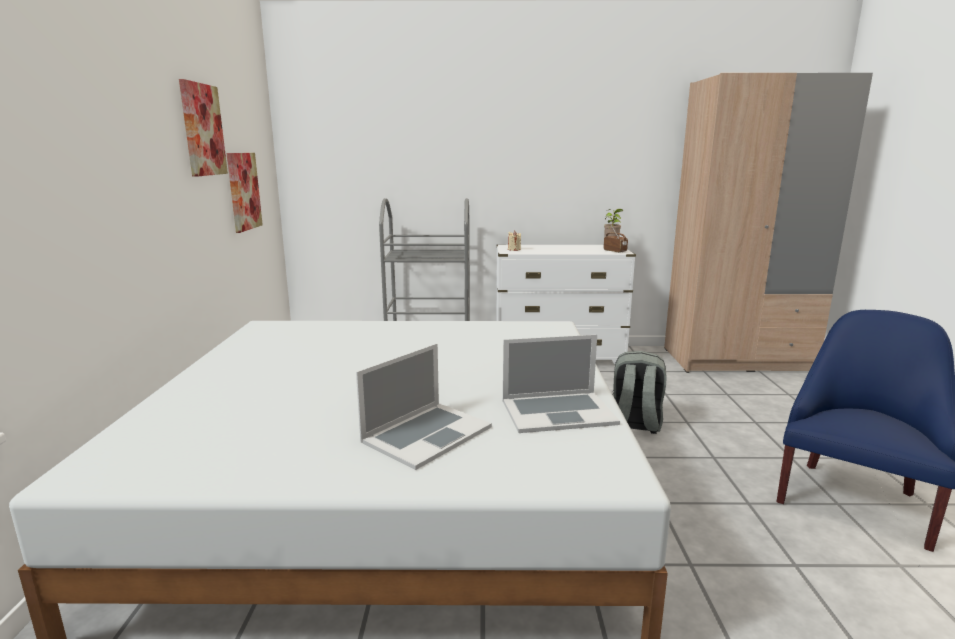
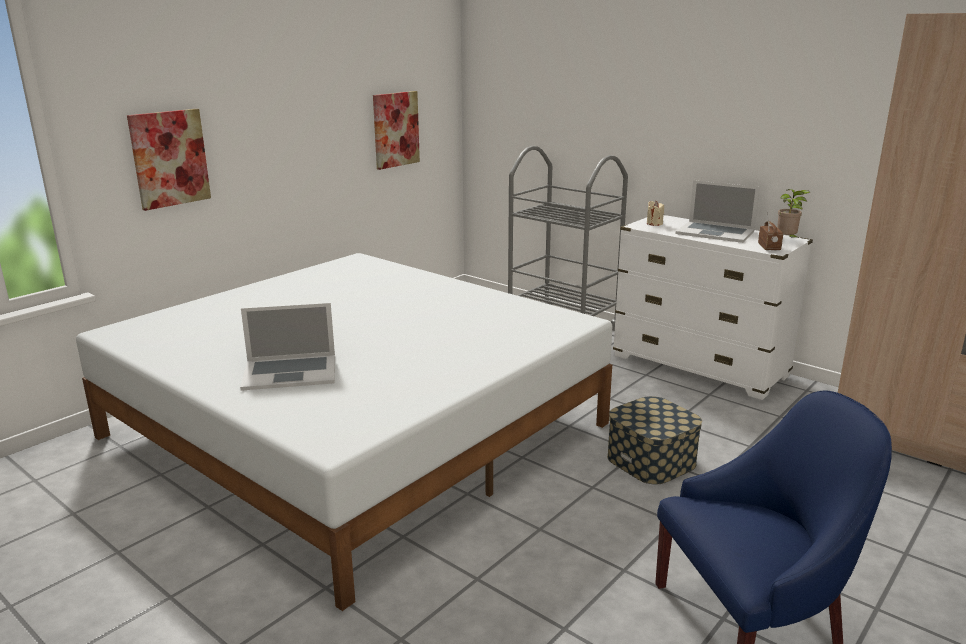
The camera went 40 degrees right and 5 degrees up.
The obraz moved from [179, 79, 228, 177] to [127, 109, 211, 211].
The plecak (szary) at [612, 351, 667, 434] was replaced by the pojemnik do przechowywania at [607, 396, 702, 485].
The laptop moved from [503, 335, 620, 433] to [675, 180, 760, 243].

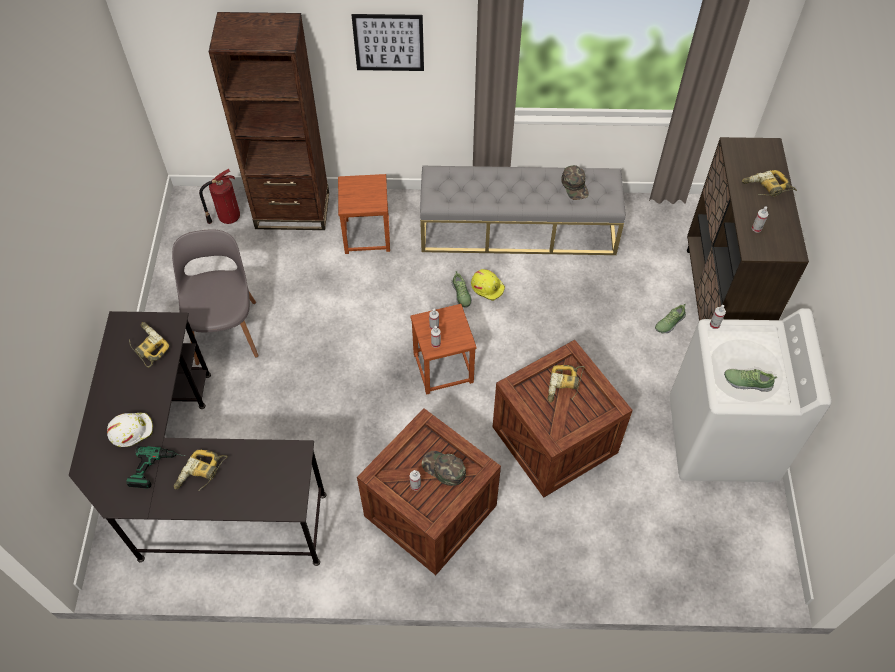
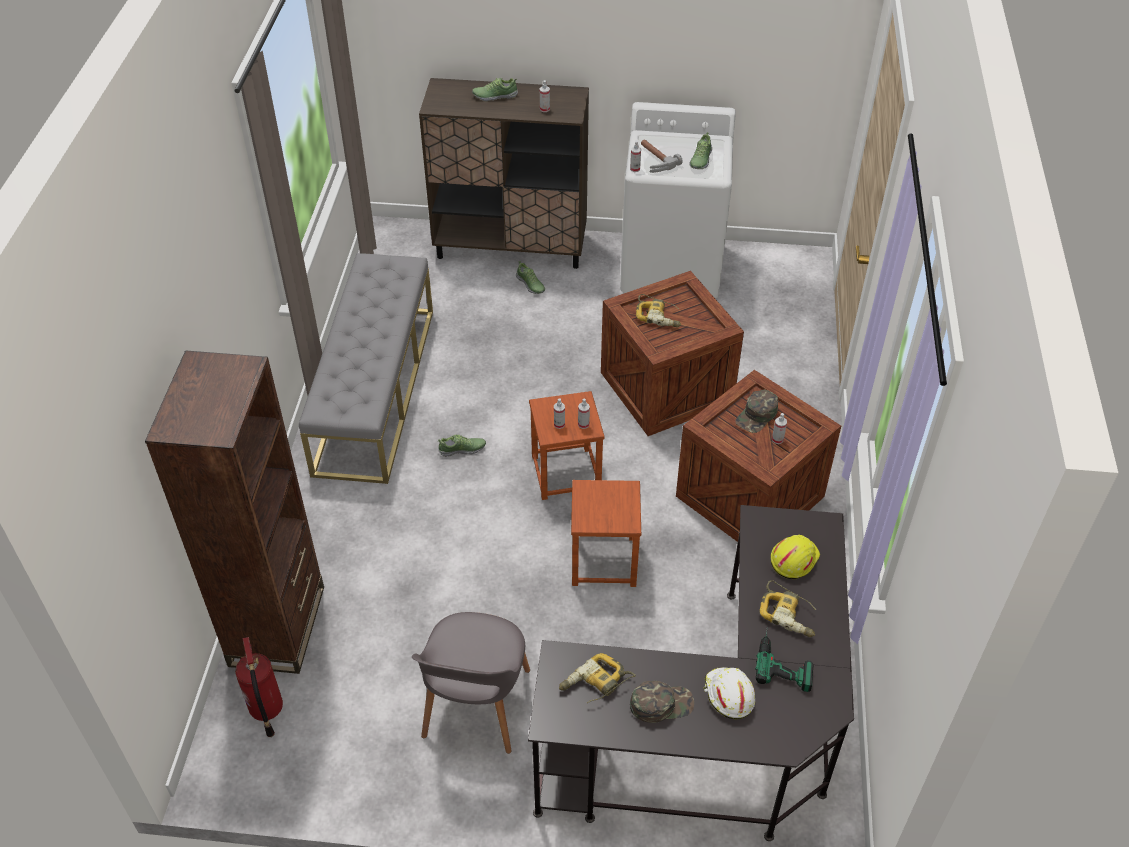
The camera went 85 degrees left and 10 degrees down.
The krzesło (szary) at [172, 229, 259, 365] turned 75 degrees counterclockwise.
The wiertarka at [742, 170, 797, 197] was replaced by the but at [472, 78, 518, 101].
The stołek (brązowy) moved from [338, 174, 390, 254] to [571, 480, 641, 587].
The czapka z daszkiem (zielony) moved from [561, 165, 589, 200] to [630, 681, 694, 723].
The młotek at [641, 139, 683, 173] appeared.
The kask (żółty) moved from [471, 269, 505, 301] to [771, 535, 820, 579].
The obraz at [352, 14, 424, 71] disappeared.

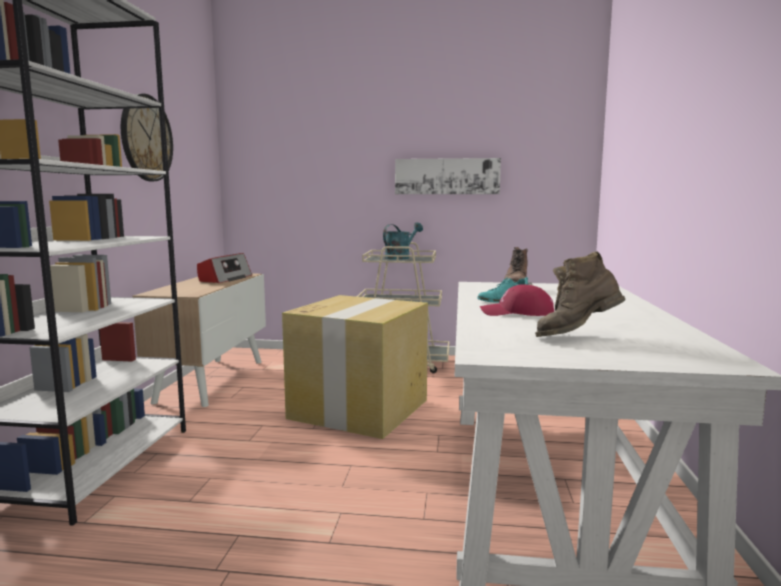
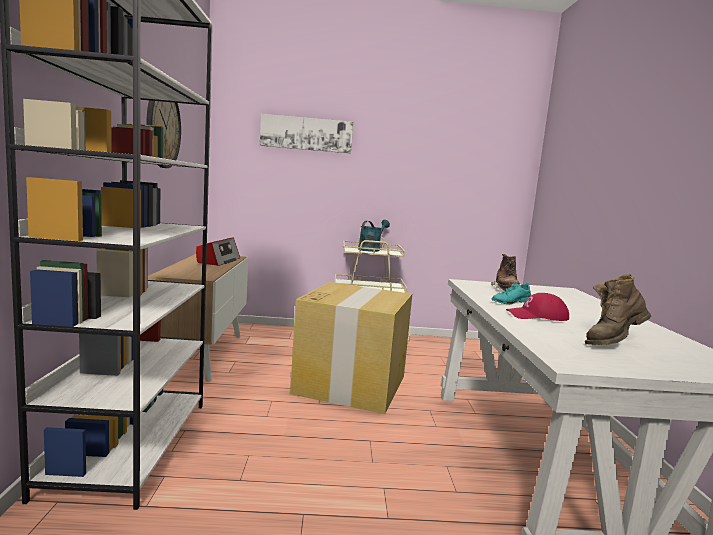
The camera went 10 degrees left and 0 degrees up.
The obraz moved from [395, 158, 501, 194] to [260, 114, 353, 153].

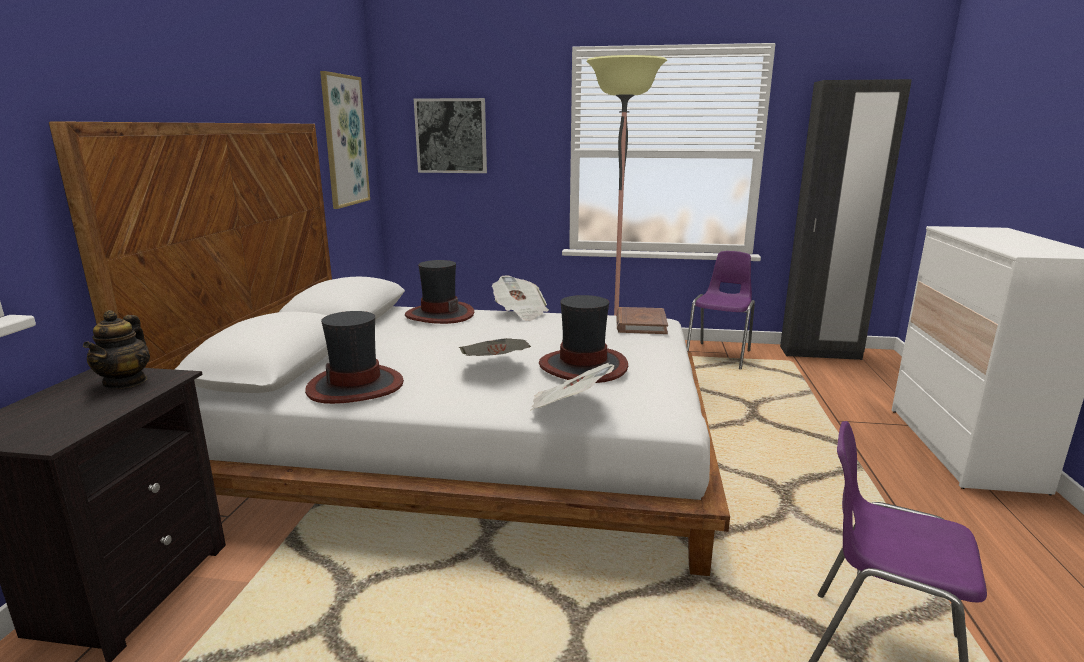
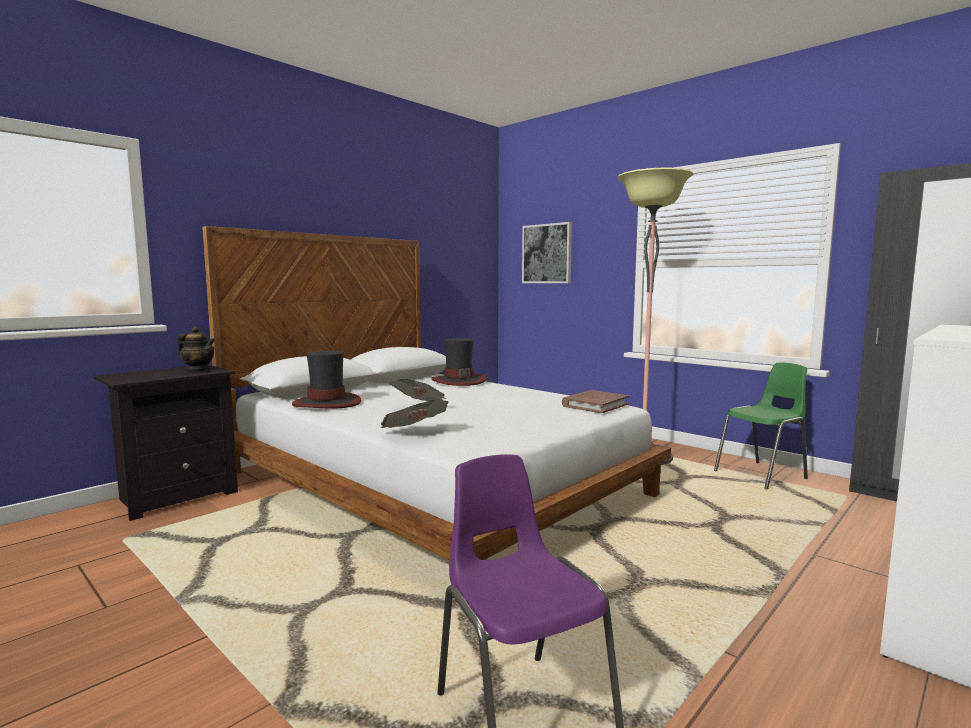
The camera went 35 degrees right and 10 degrees down.
The imbryk at [83, 310, 150, 389] turned 105 degrees counterclockwise.
The krzesło (fioletowy) at [686, 251, 755, 369] became the krzesło (zielony) at [714, 363, 808, 489].
The obraz at [320, 71, 370, 209] disappeared.
The gazeta at [492, 275, 549, 321] disappeared.
The kapelusz at [539, 295, 628, 383] disappeared.

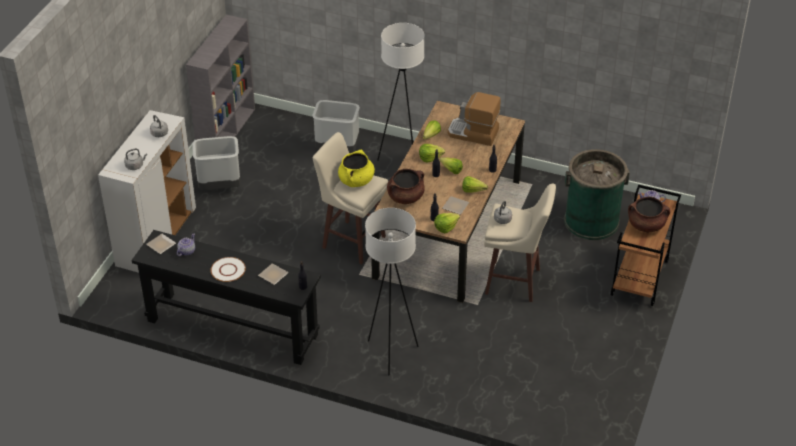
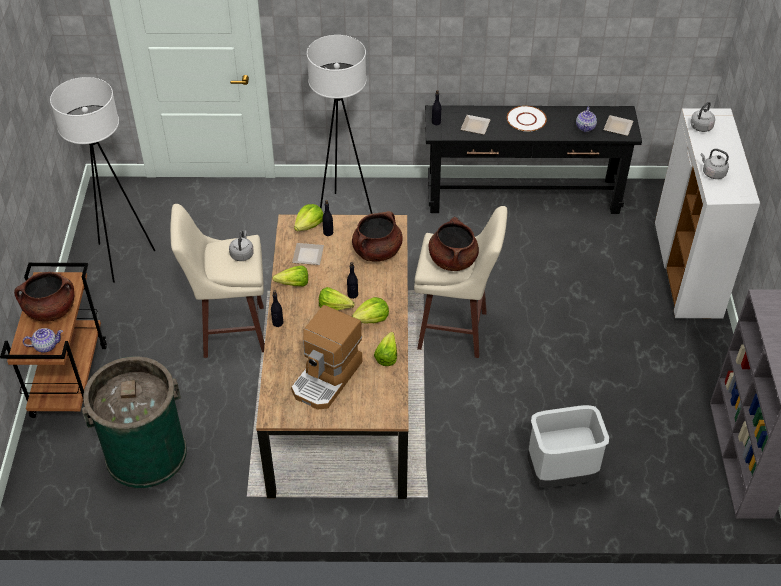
The camera went 160 degrees right and 5 degrees up.
The lampa stojąca (biały) moved from [377, 23, 425, 161] to [50, 77, 155, 283].
The ekspres do kawy at [448, 92, 501, 146] turned 120 degrees clockwise.
The garnek (żółty) at [338, 150, 375, 187] became the garnek (brązowy) at [429, 217, 479, 271].
The kosz na śmieci (szary) at [192, 136, 241, 190] disappeared.

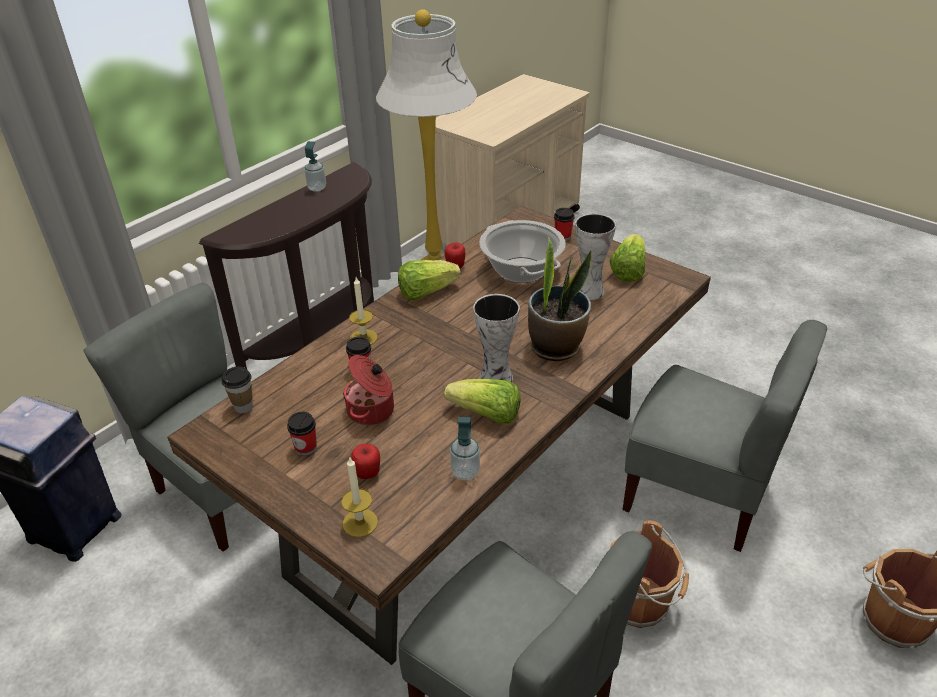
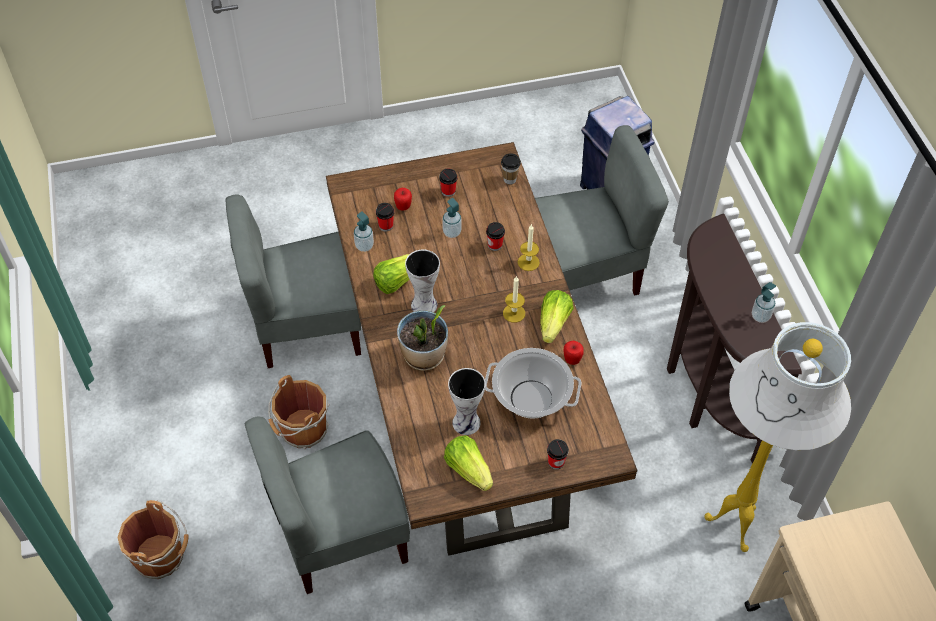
The camera went 125 degrees right and 15 degrees up.
The filiżanka at [376, 203, 394, 231] appeared.
The garnek at [343, 355, 394, 425] was replaced by the dozownik mydła at [442, 198, 462, 238].
The świeca moved from [341, 458, 378, 537] to [503, 276, 525, 323].

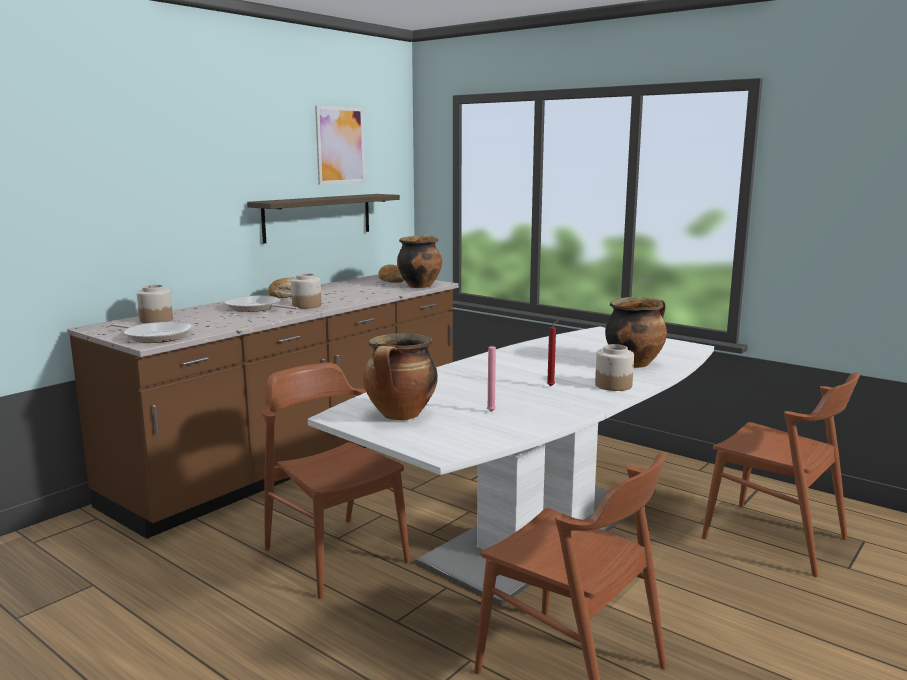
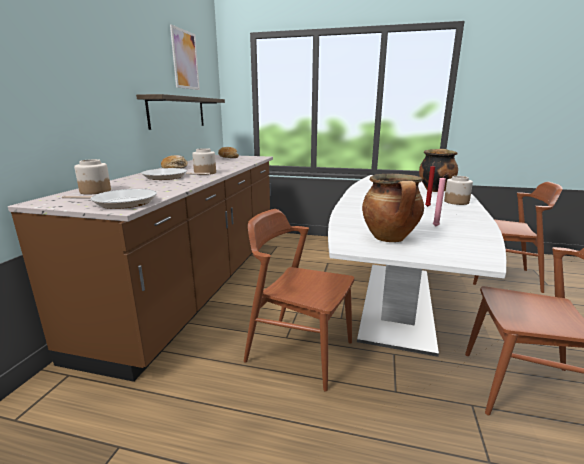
The camera went 25 degrees left and 5 degrees up.
The garnek at [397, 235, 442, 288] disappeared.

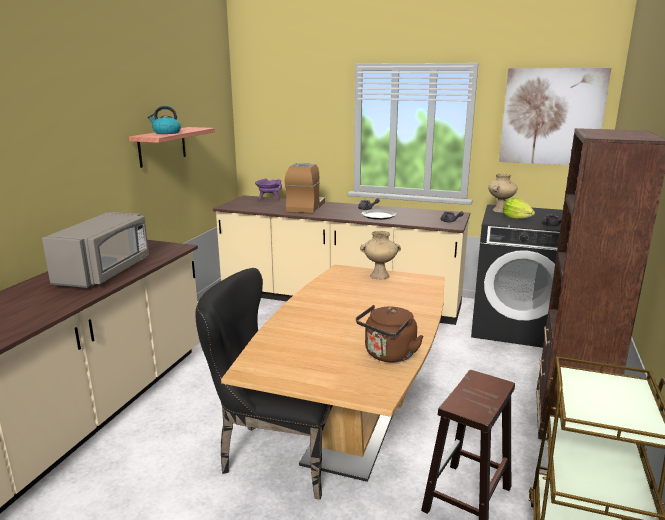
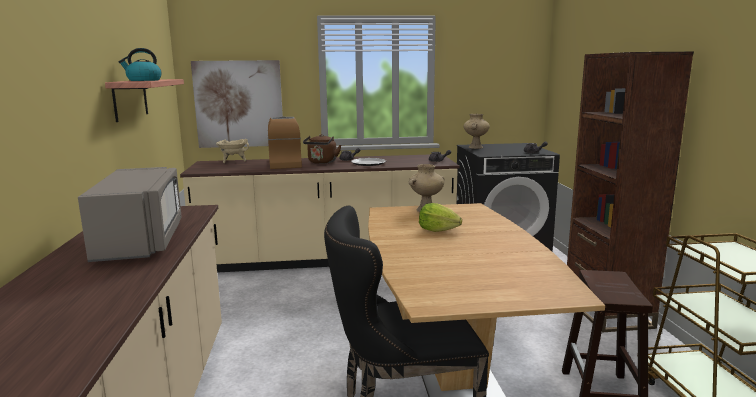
The camera went 25 degrees left and 5 degrees down.
The obraz moved from [499, 68, 611, 165] to [191, 60, 283, 148].
The garnek (fioletowy) at [255, 178, 282, 200] became the garnek (beżowy) at [216, 139, 249, 163].
The czajnik (brązowy) moved from [356, 305, 423, 362] to [303, 134, 341, 164].
The sałata moved from [503, 198, 535, 219] to [419, 203, 462, 232].

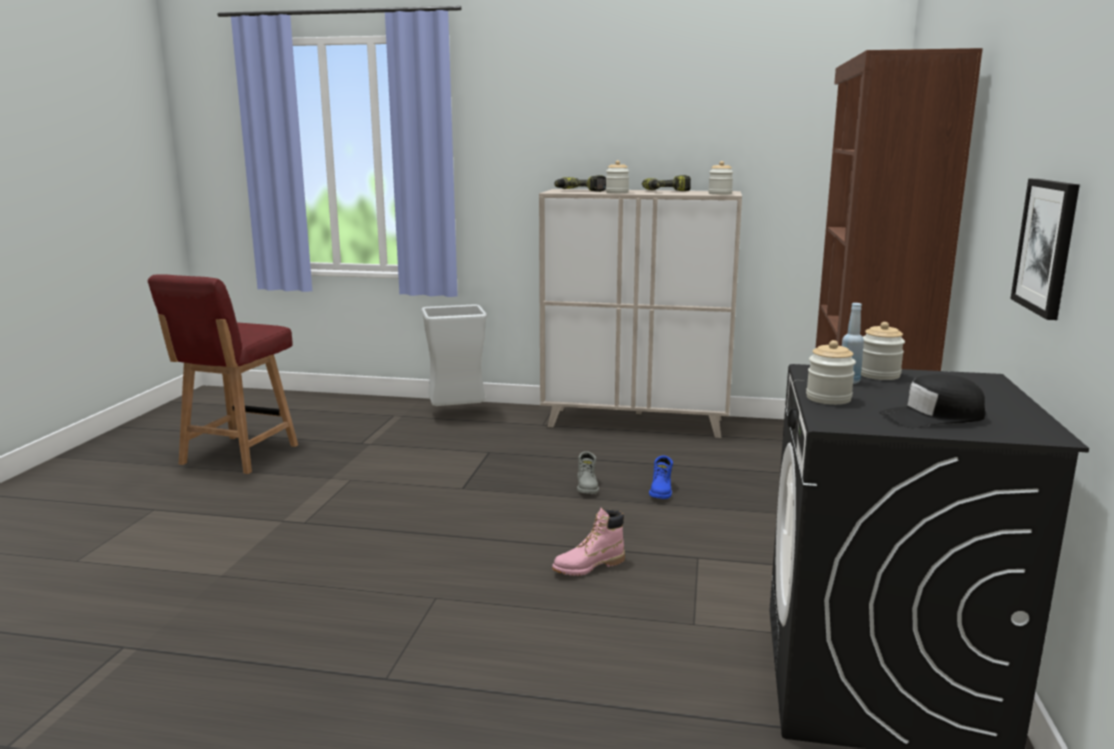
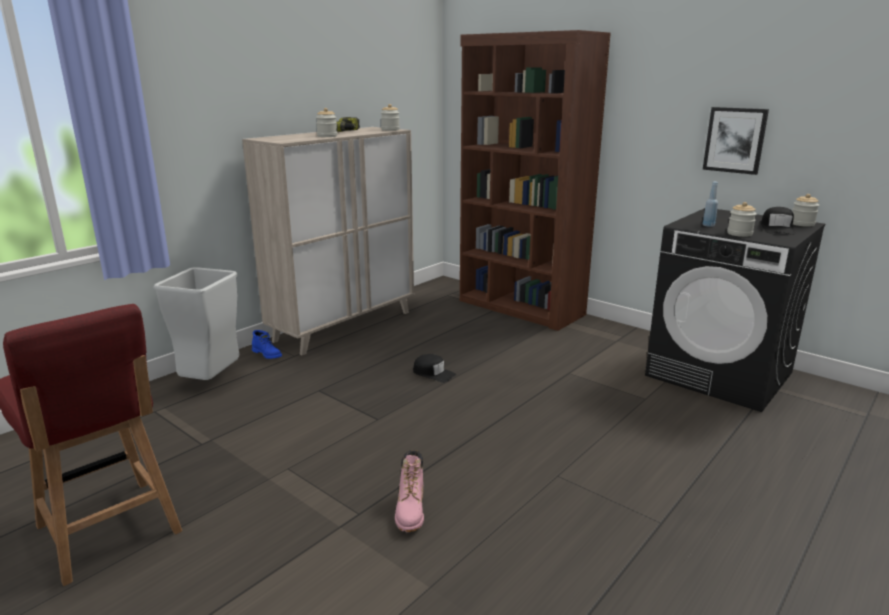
The camera went 60 degrees left and 5 degrees up.
The but z cholewką (niebieski) moved from [649, 456, 673, 499] to [252, 330, 282, 359].
The but z cholewką (różowy) moved from [552, 508, 625, 576] to [395, 450, 424, 532].
The but z cholewką (szary) at [577, 451, 599, 494] was replaced by the czapka z daszkiem (czarny) at [413, 354, 456, 383].
The słoik moved from [861, 322, 905, 380] to [792, 194, 819, 227].
The wiertarka at [554, 175, 606, 192] disappeared.

